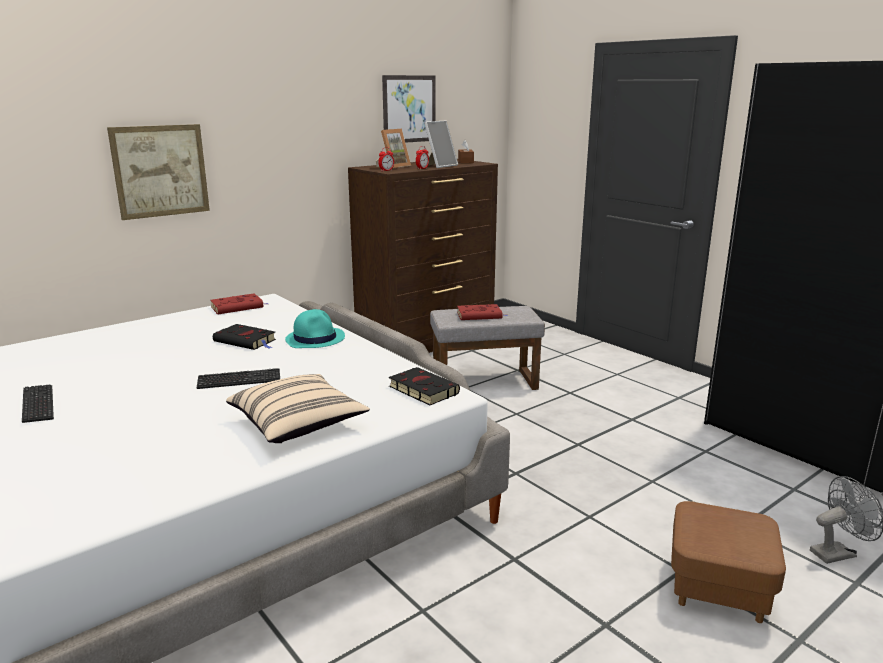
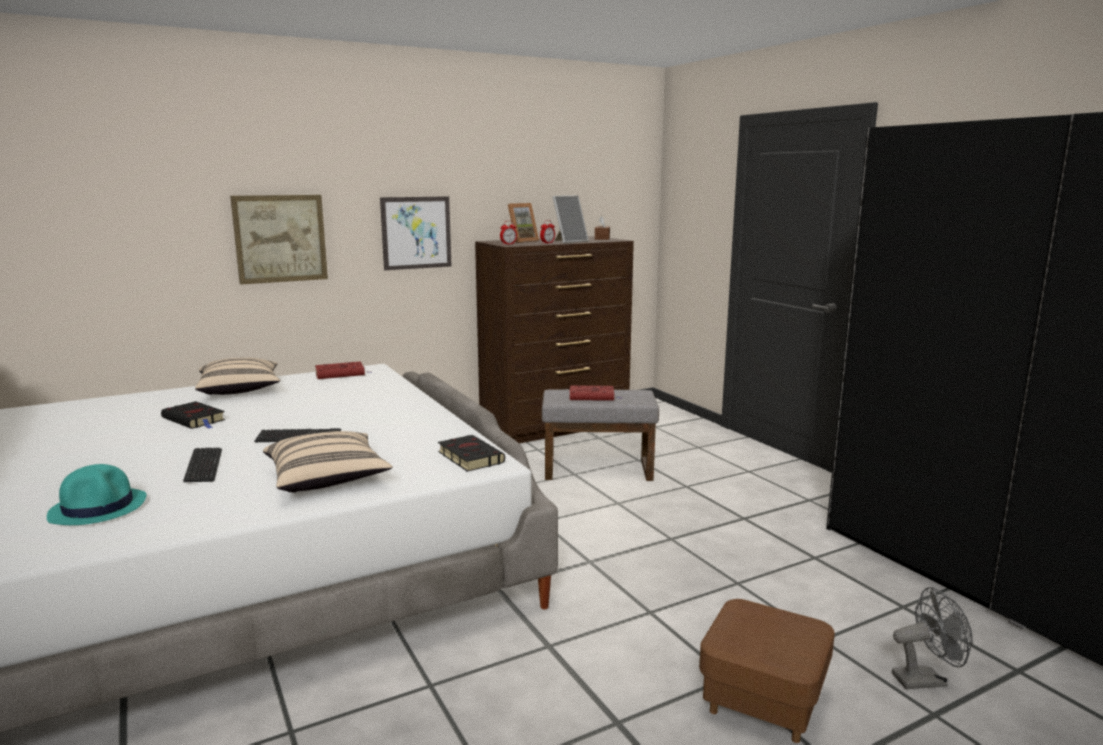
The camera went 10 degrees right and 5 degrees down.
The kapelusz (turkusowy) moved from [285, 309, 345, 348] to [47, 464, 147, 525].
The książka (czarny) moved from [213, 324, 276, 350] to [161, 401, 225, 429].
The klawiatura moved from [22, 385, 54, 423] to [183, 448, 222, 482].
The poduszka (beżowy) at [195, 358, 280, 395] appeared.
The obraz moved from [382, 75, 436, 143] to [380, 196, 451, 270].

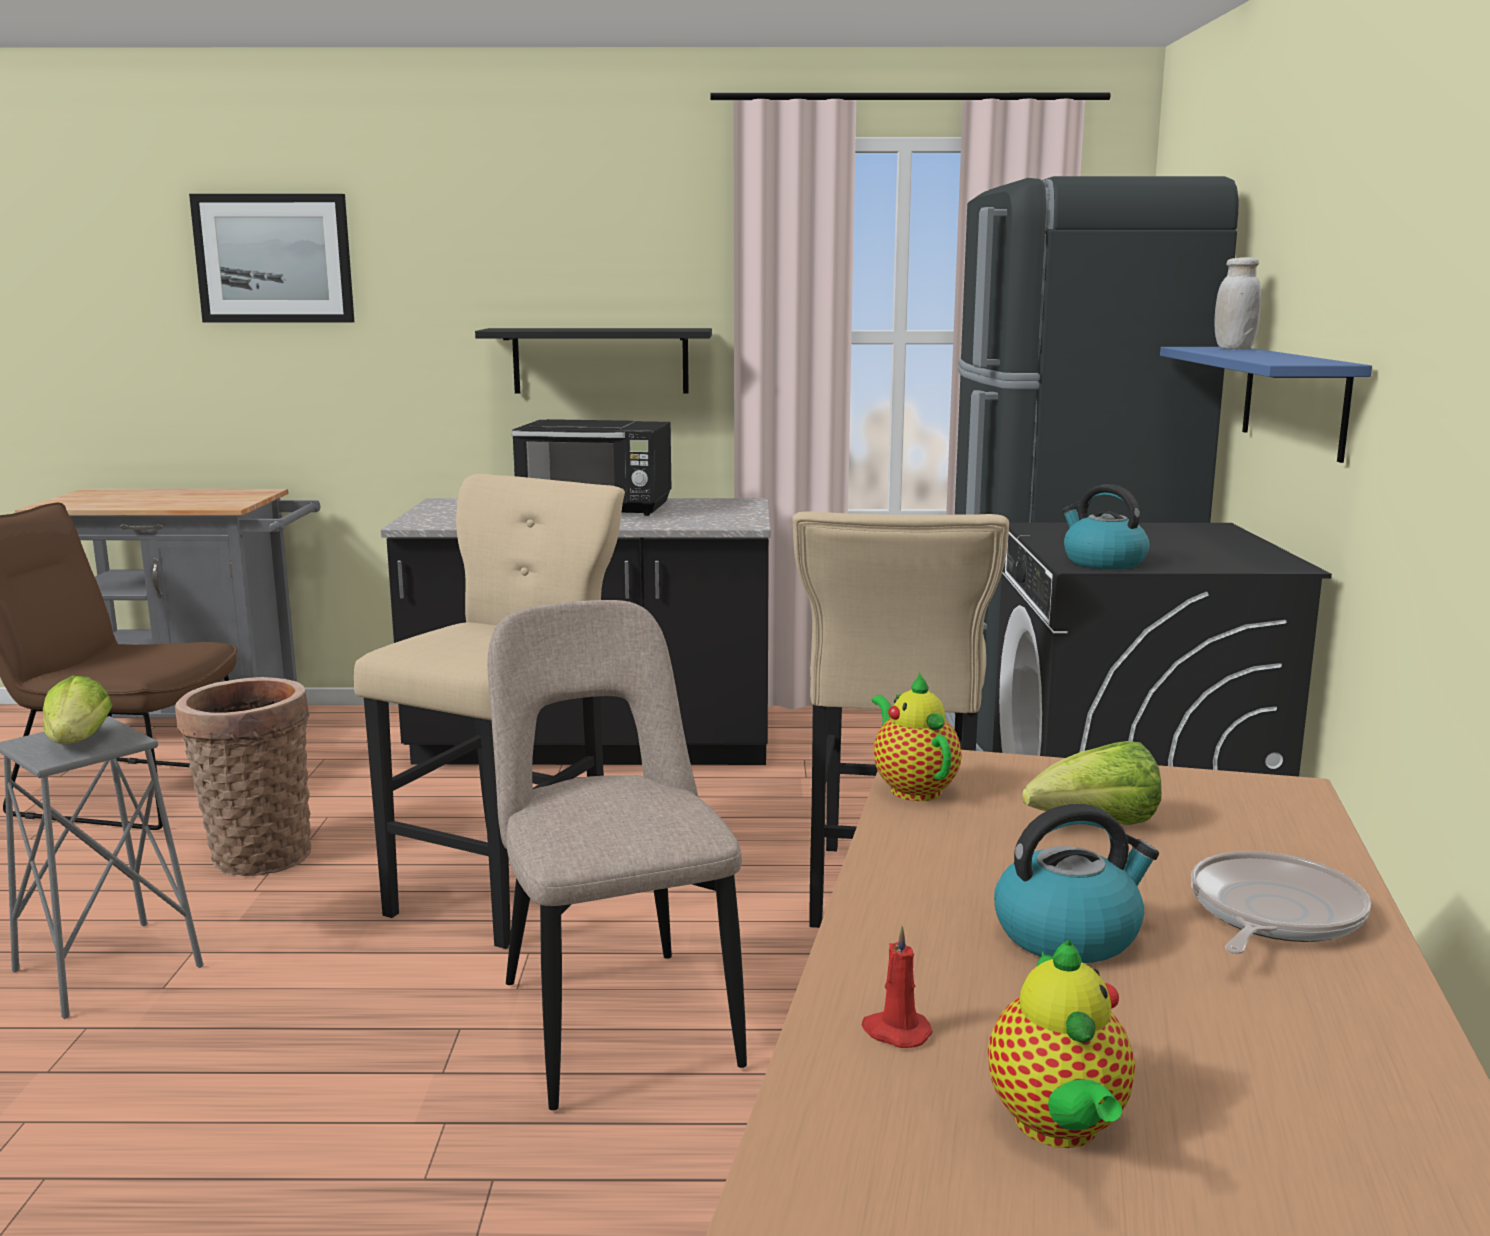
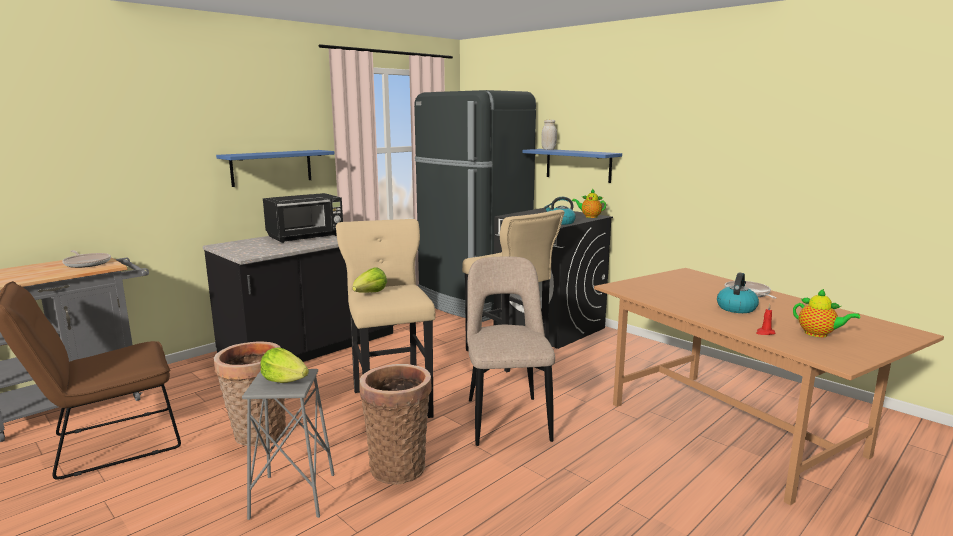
The camera went 45 degrees left and 0 degrees up.
The patelnia at [62, 250, 111, 268] appeared.
The półka (czarny) at [475, 328, 712, 394] became the półka (niebieski) at [216, 150, 335, 187].
The sałata moved from [1022, 741, 1162, 825] to [352, 267, 387, 293].
The koszyk at [360, 364, 432, 485] appeared.
The krzesło (beżowy) at [487, 600, 747, 1110] turned 60 degrees clockwise.
The imbryk moved from [872, 672, 962, 801] to [572, 189, 606, 218].
The obraz at [189, 194, 354, 323] disappeared.

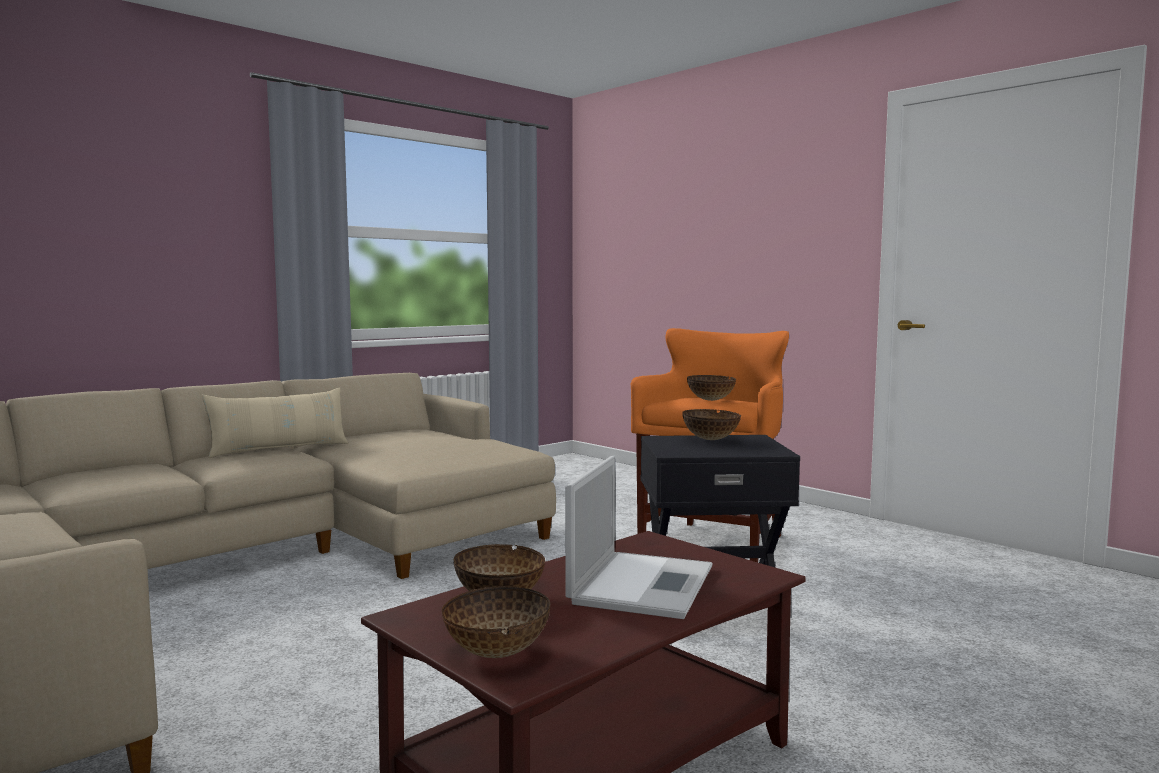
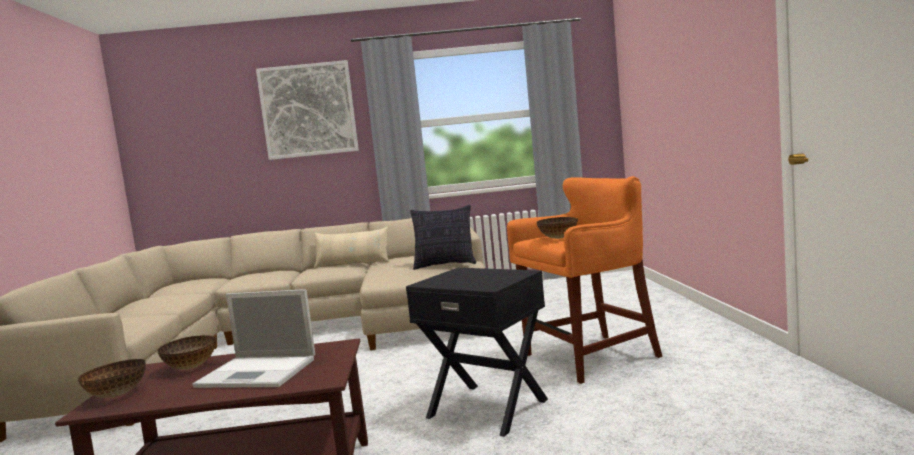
The camera went 40 degrees right and 0 degrees up.
The laptop at [565, 456, 713, 619] turned 45 degrees clockwise.
The obraz at [256, 60, 359, 160] appeared.
The poduszka at [410, 205, 476, 270] appeared.
The miska at [682, 409, 741, 440] disappeared.

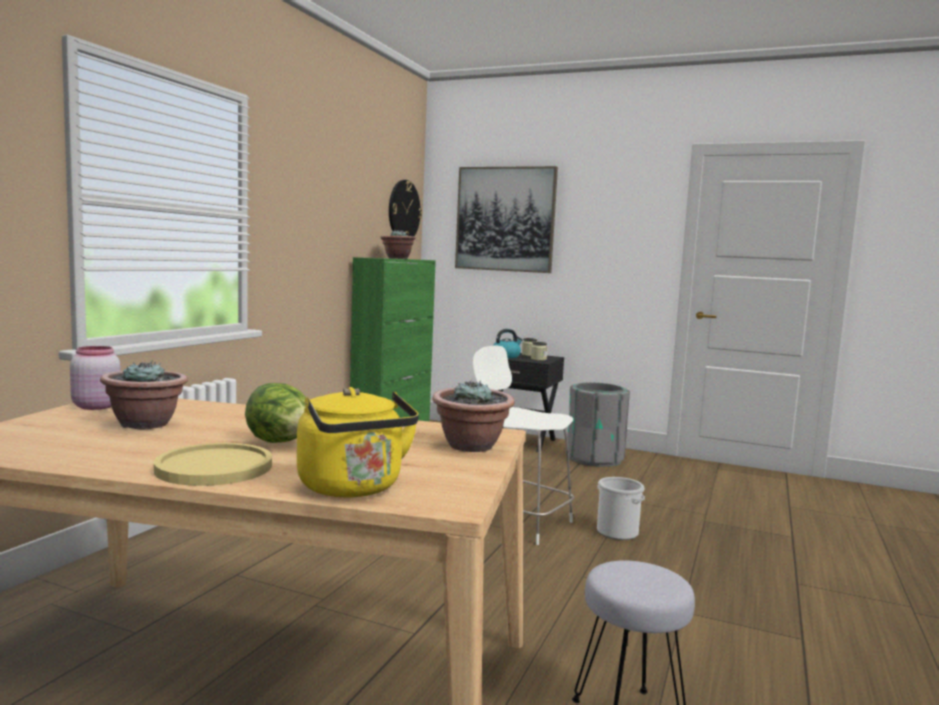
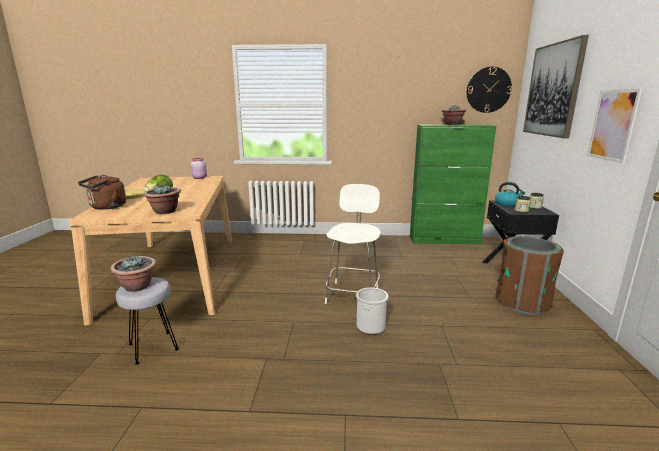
The camera went 70 degrees right and 10 degrees up.
The czajnik (żółty) at [297, 387, 419, 497] became the czajnik (brązowy) at [78, 175, 126, 210].
The roślina doniczkowa moved from [100, 360, 188, 430] to [110, 255, 156, 292].
The kosz na śmieci (szary) at [567, 382, 630, 467] became the kosz na śmieci (brązowy) at [496, 236, 564, 315].
The obraz at [587, 89, 642, 164] appeared.

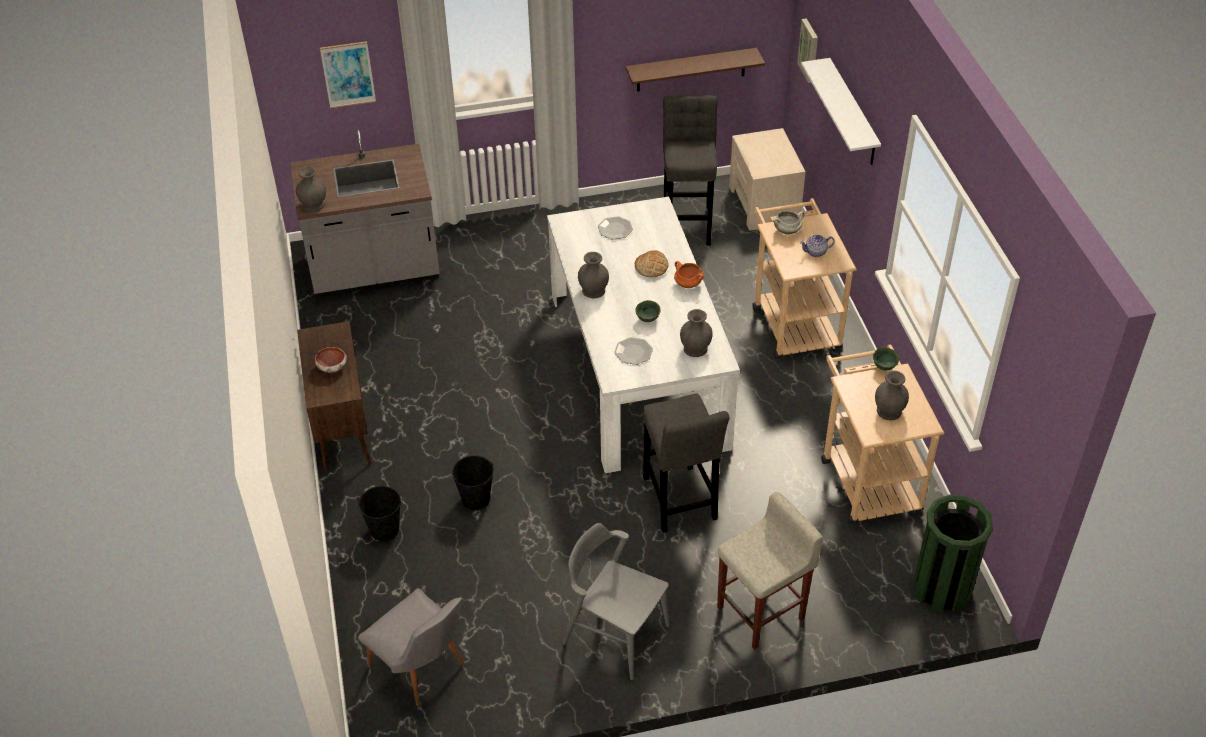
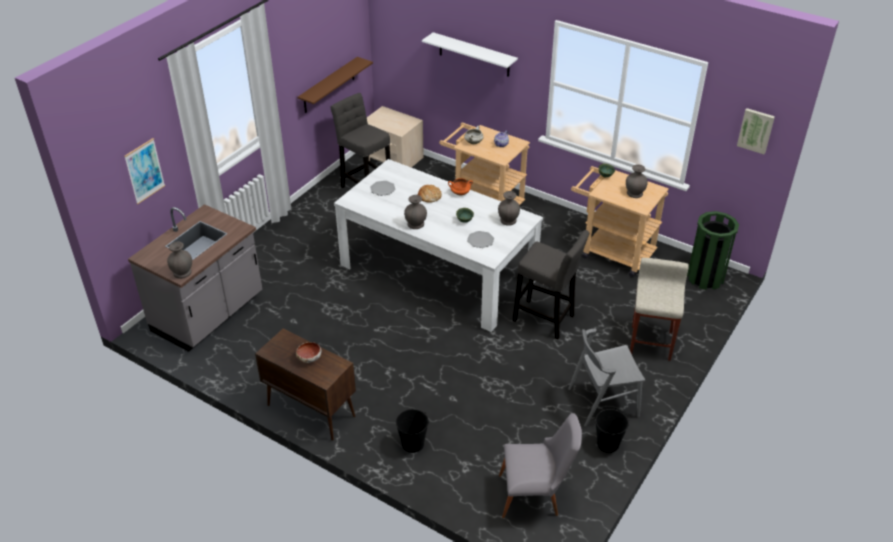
The camera went 45 degrees left and 5 degrees down.
The wiadro (czarny) moved from [452, 455, 494, 510] to [596, 408, 629, 453].
The obraz moved from [797, 18, 818, 83] to [737, 108, 775, 154].

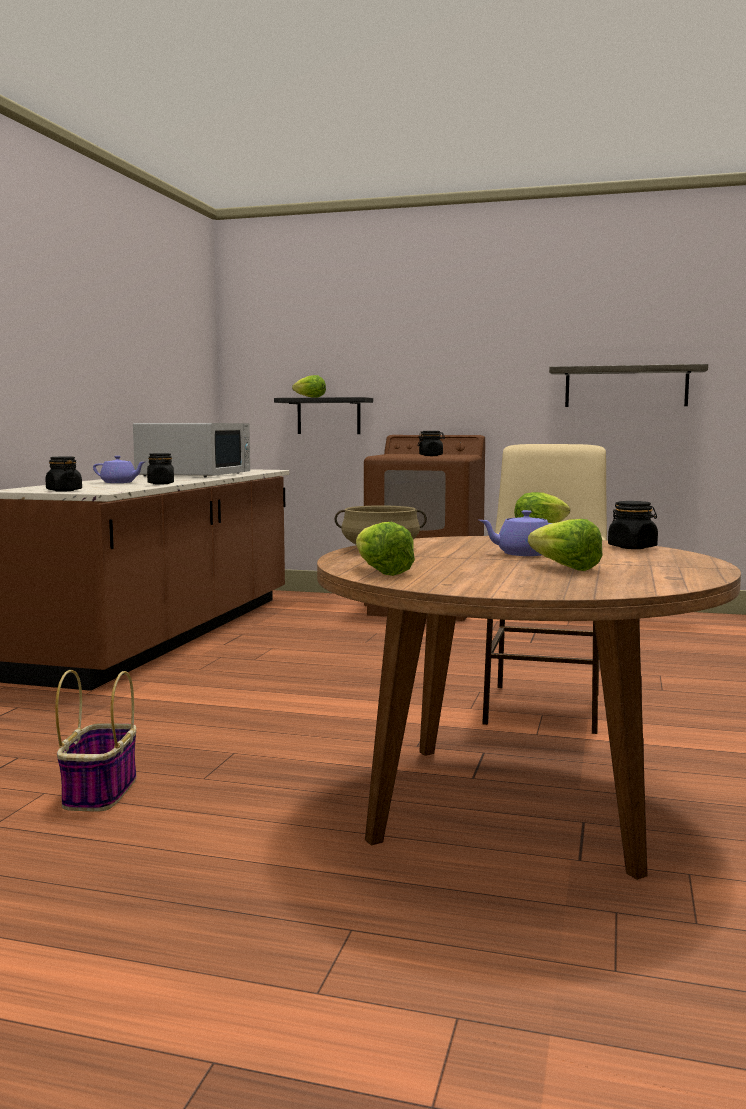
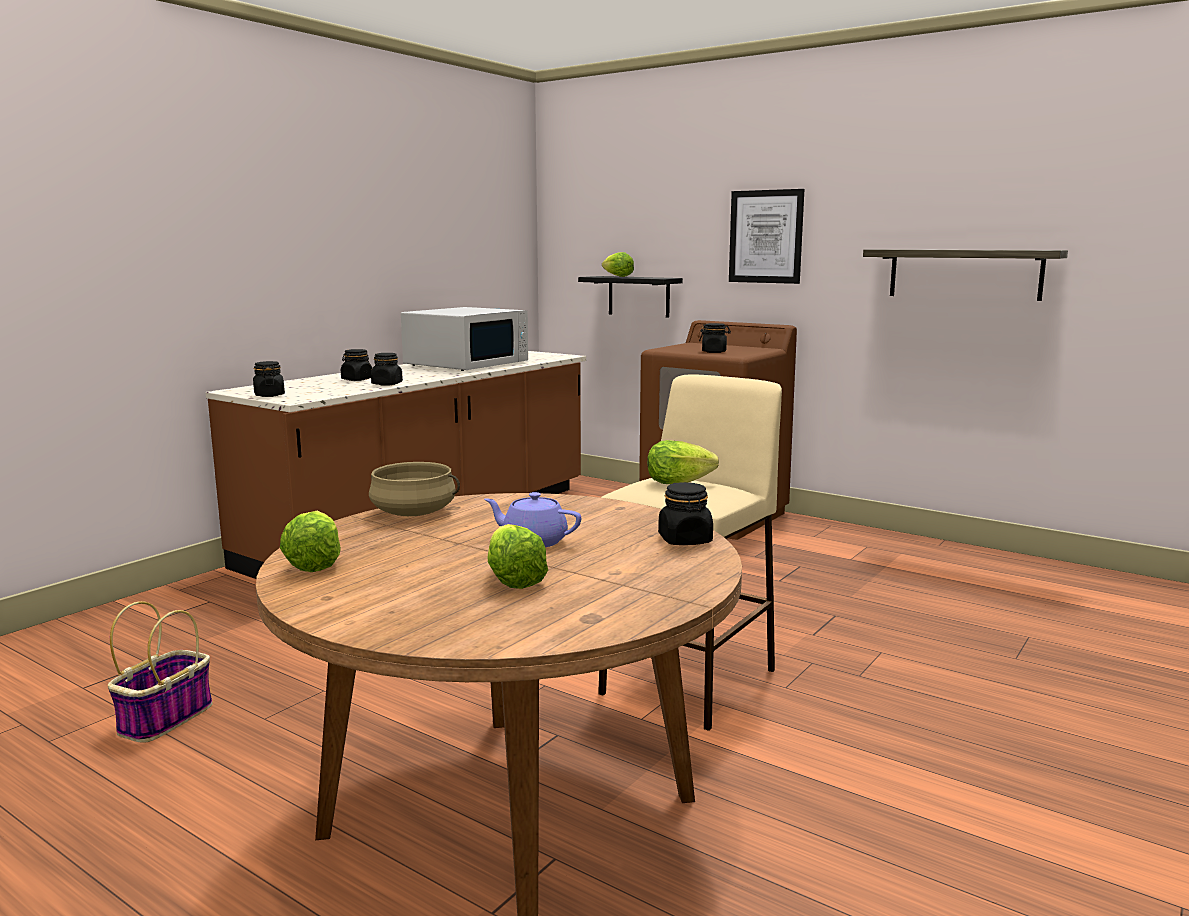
The camera went 20 degrees right and 5 degrees up.
The imbryk (fioletowy) at [93, 456, 145, 483] was replaced by the słoik (czarny) at [341, 349, 372, 381].
The obraz at [729, 189, 804, 284] appeared.

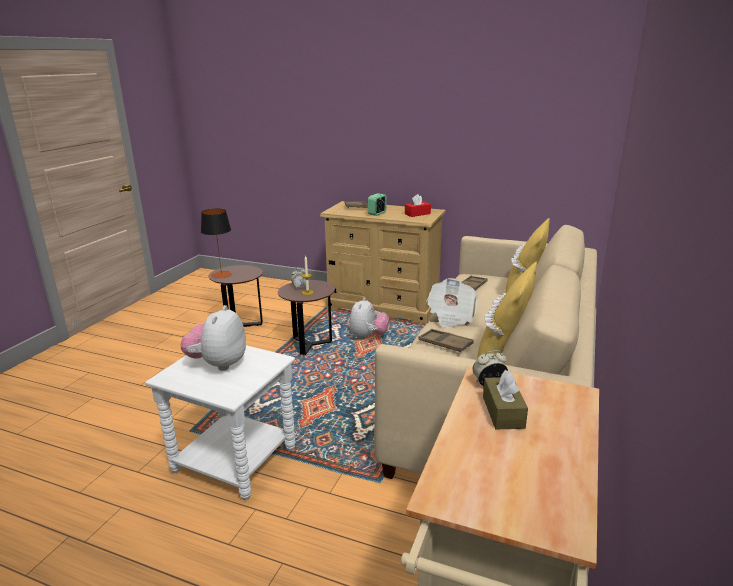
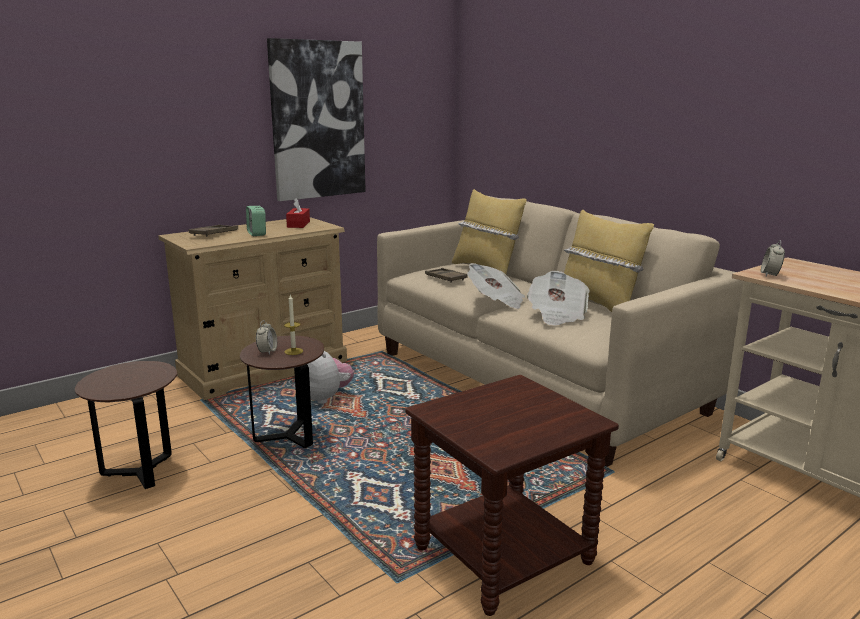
The camera went 60 degrees left and 5 degrees down.
The obraz at [267, 38, 366, 201] appeared.
The stolik (biały) at [145, 345, 296, 500] became the stolik (brązowy) at [405, 375, 619, 616].
The taca (brązowy) at [418, 329, 474, 352] was replaced by the gazeta at [527, 271, 590, 325].
The pluszak at [180, 305, 246, 371] disappeared.
The lampa stołowa at [201, 208, 232, 278] disappeared.
The pudełko chusteczek (brązowy) at [483, 370, 528, 429] disappeared.

